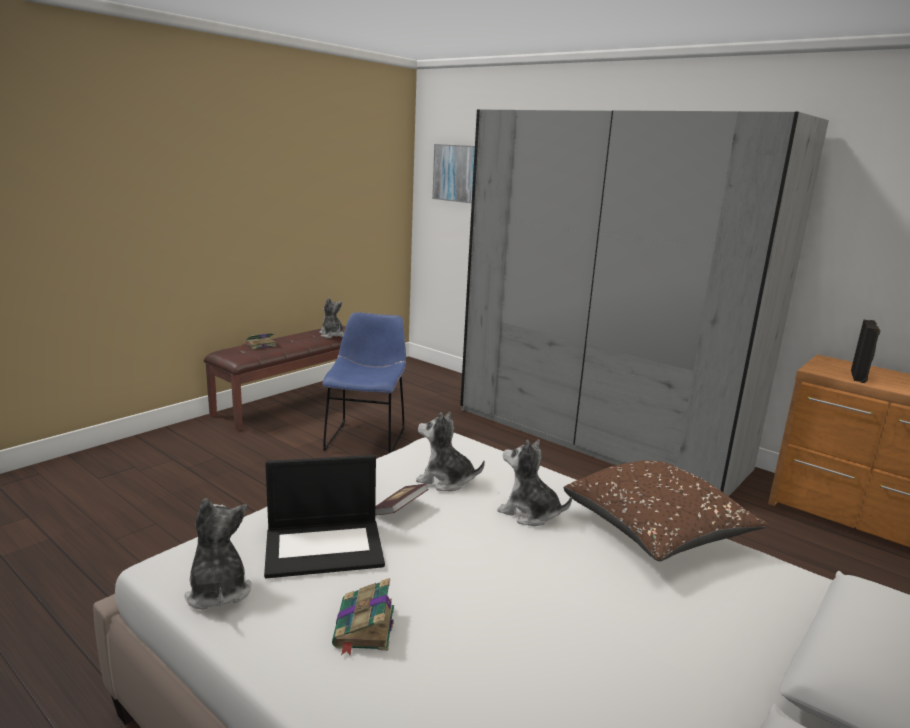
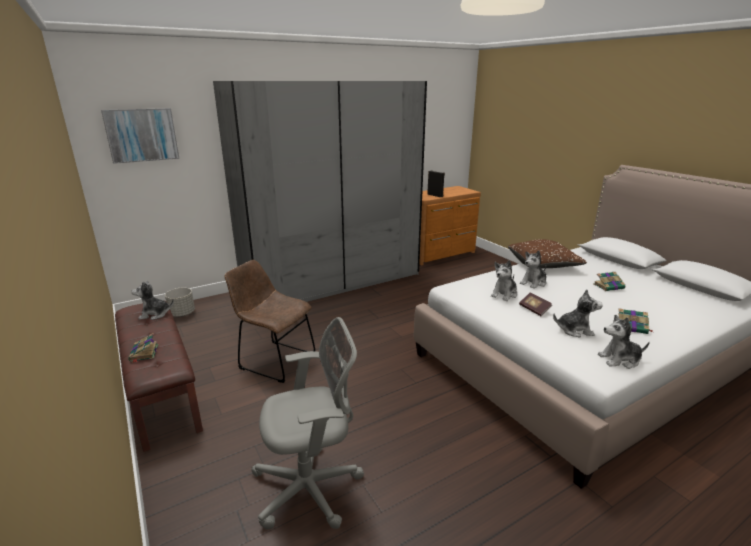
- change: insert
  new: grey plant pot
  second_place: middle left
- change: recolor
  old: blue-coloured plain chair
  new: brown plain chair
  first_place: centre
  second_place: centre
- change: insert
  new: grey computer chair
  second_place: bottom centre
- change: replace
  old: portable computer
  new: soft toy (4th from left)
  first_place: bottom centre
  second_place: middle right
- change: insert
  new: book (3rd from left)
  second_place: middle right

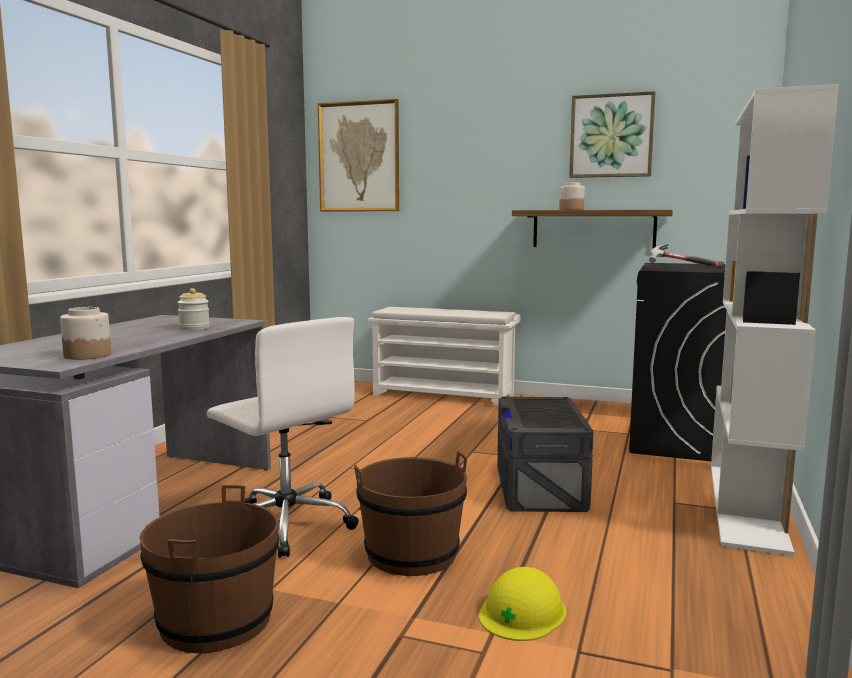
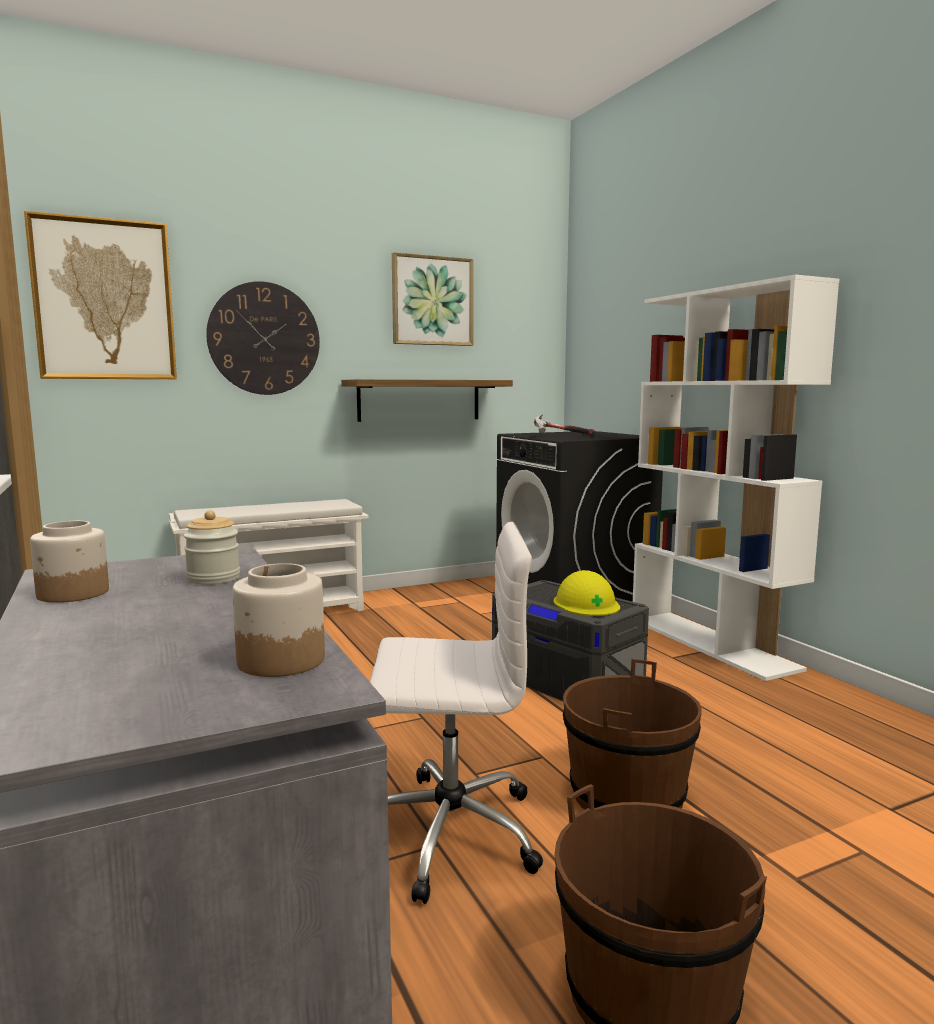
- change: move
  old: storage jar (3rd from left in the first image)
  new: storage jar (1st from left)
  first_place: top right
  second_place: middle left
- change: insert
  new: wall clock
  second_place: top left
- change: move
  old: yellowish hard hat
  first_place: bottom centre
  second_place: centre

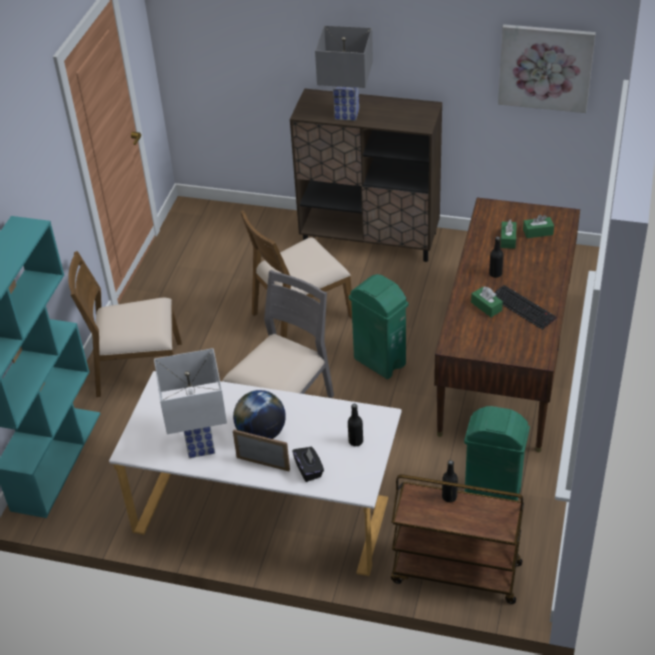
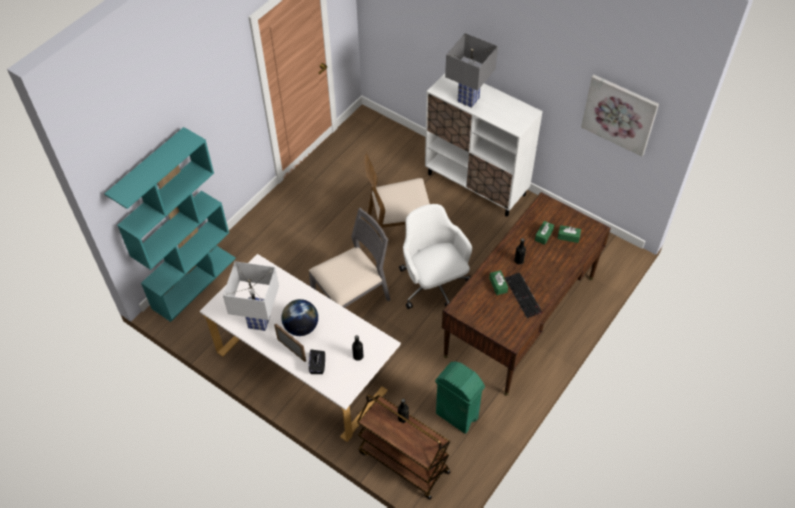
- change: replace
  old: green waste bin (1st from left)
  new: white-coloured computer chair
  first_place: centre
  second_place: centre
- change: recolor
  old: brown cabinet
  new: white-coloured cabinet
  first_place: top centre
  second_place: top centre
- change: delete
  old: brown plain chair (1st from left)
  first_place: middle left

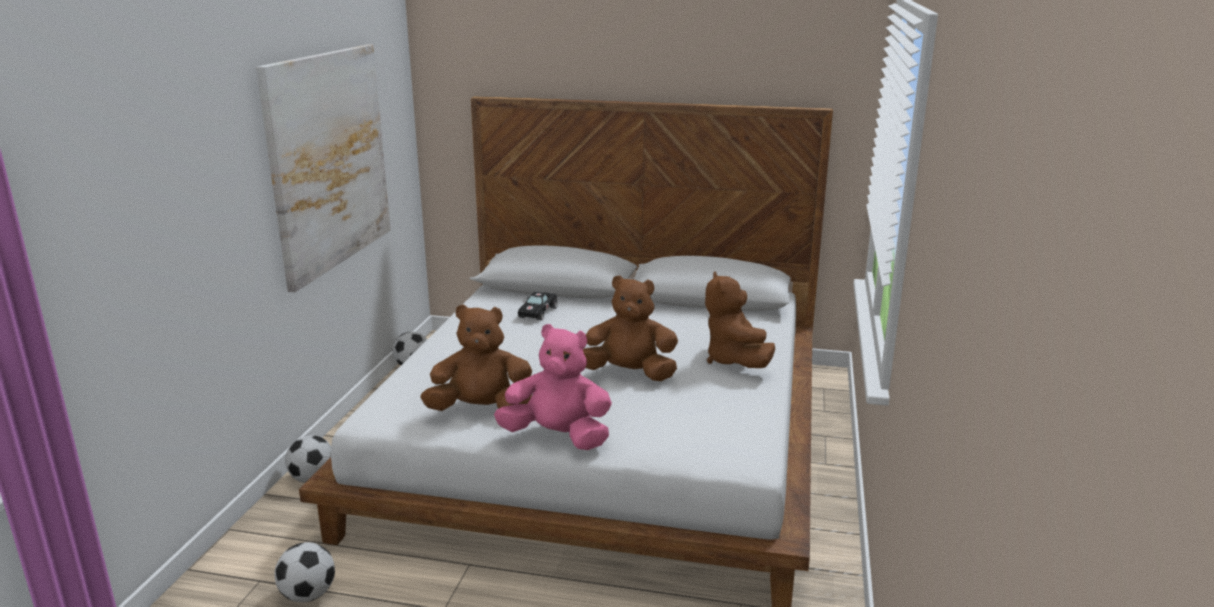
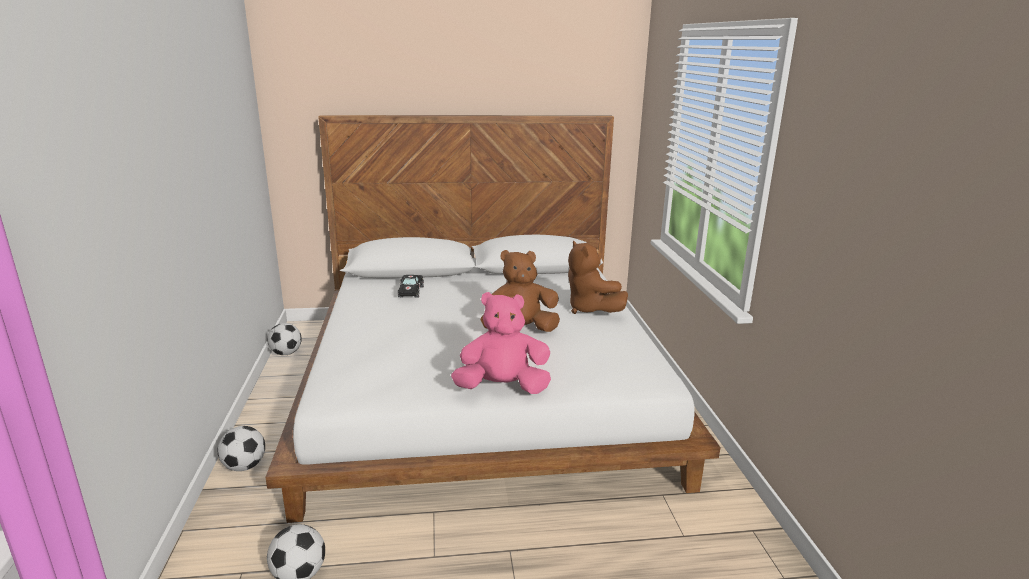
- change: delete
  old: picture
  first_place: top left
- change: delete
  old: brown soft toy (1st from left)
  first_place: centre

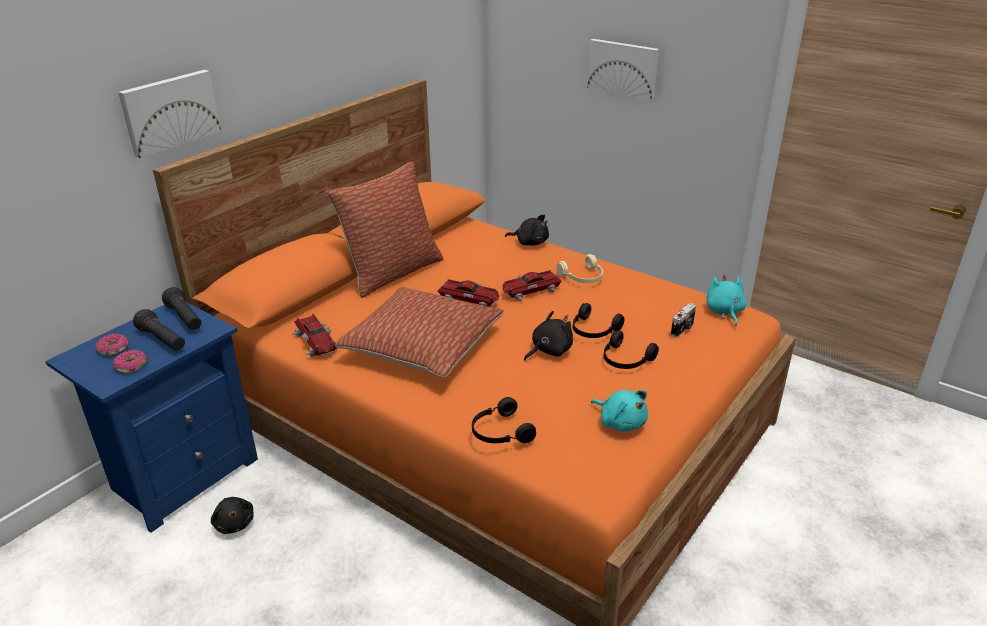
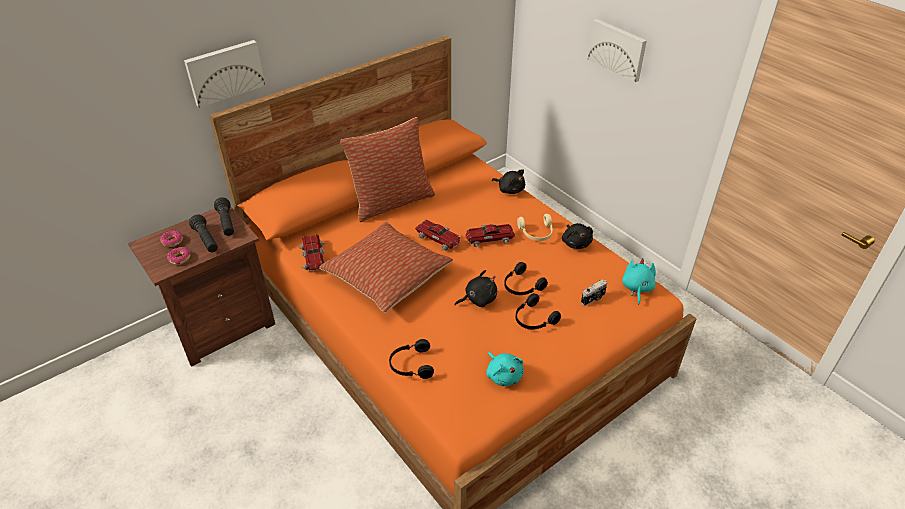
- change: recolor
  old: blue-coloured night table
  new: brown night table
  first_place: middle left
  second_place: middle left
- change: move
  old: blackish soft toy (1st from left in the first image)
  new: blackish soft toy (3rd from left)
  first_place: bottom left
  second_place: centre

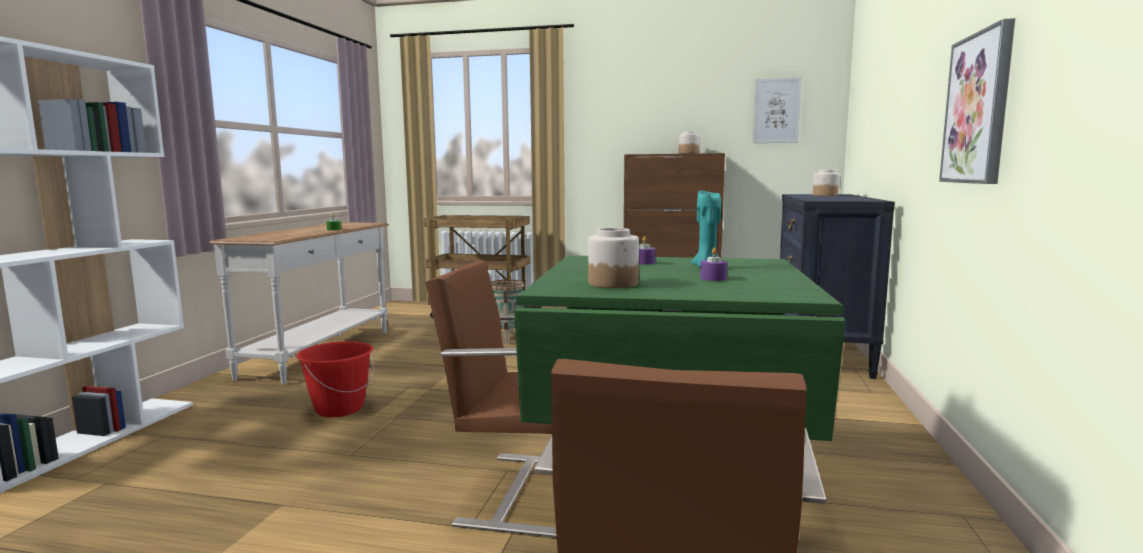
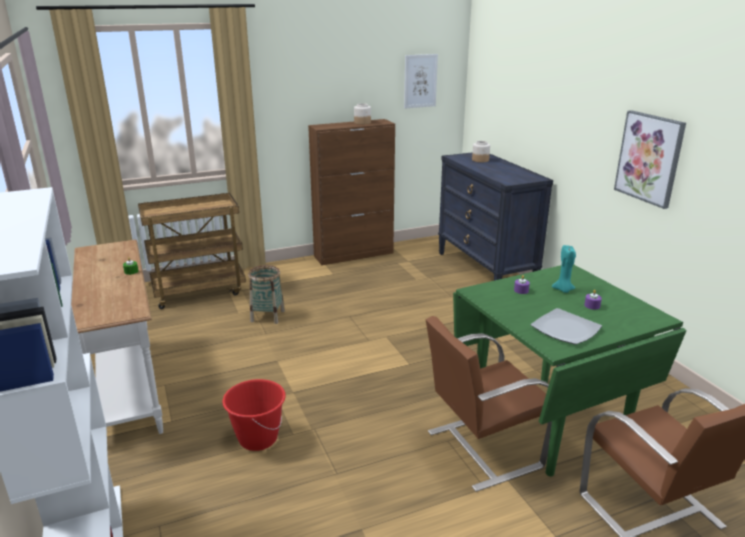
- change: replace
  old: storage jar (1st from left)
  new: flat dish
  first_place: centre
  second_place: middle right

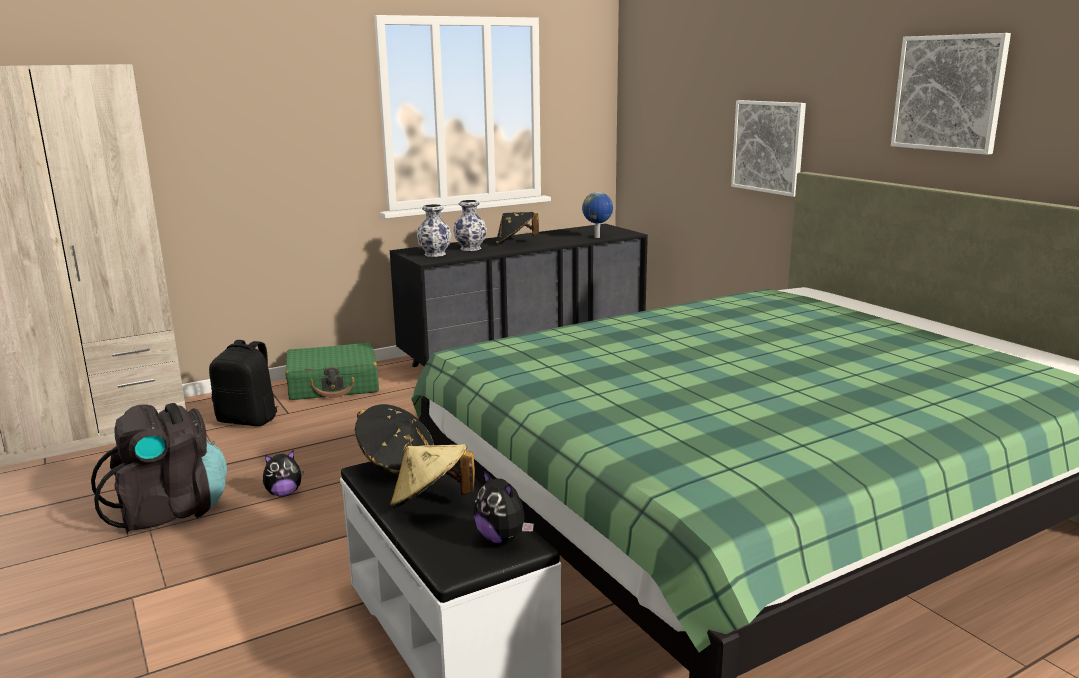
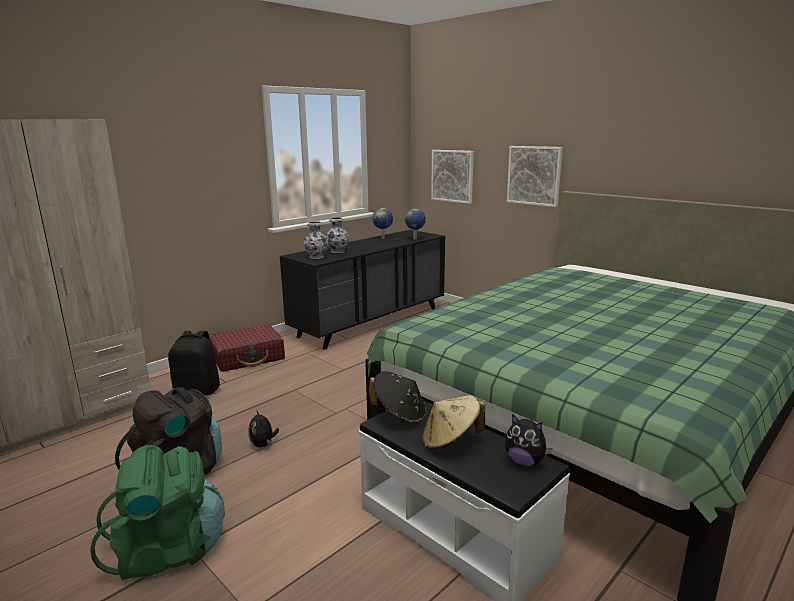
- change: insert
  new: green knapsack
  second_place: bottom left
- change: recolor
  old: green piece of luggage
  new: red-coloured piece of luggage
  first_place: middle left
  second_place: middle left
- change: rotate
  old: soft toy (1st from left)
  first_place: bottom left
  second_place: bottom left
  degrees: 105
- change: insert
  new: world globe (1st from left)
  second_place: centre
- change: move
  old: picture (2nd from left in the first image)
  new: picture (1st from left)
  first_place: top right
  second_place: top centre
- change: delete
  old: blackish clothing hat (2nd from left)
  first_place: centre

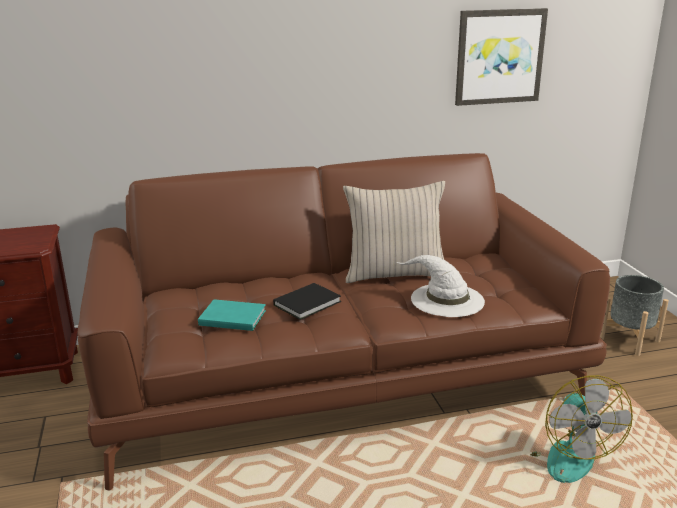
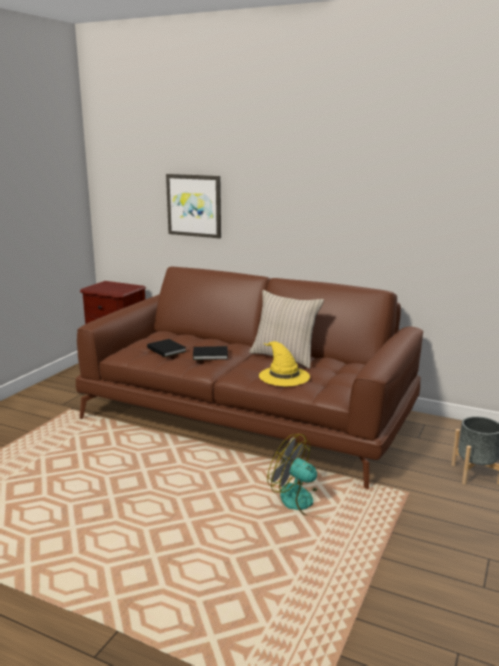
- change: recolor
  old: turquoise book
  new: blackish book (1st from left)
  first_place: centre
  second_place: middle left
- change: move
  old: picture
  first_place: top right
  second_place: top centre
- change: recolor
  old: white-coloured clothing hat
  new: yellowish clothing hat
  first_place: centre
  second_place: centre
- change: rotate
  old: electric fan
  first_place: bottom right
  second_place: bottom centre
  degrees: 90

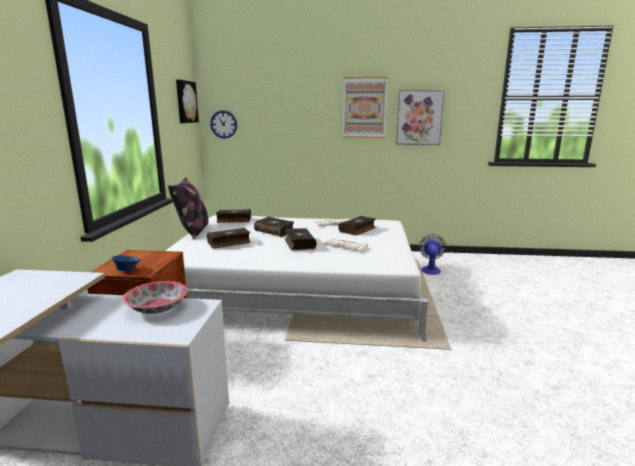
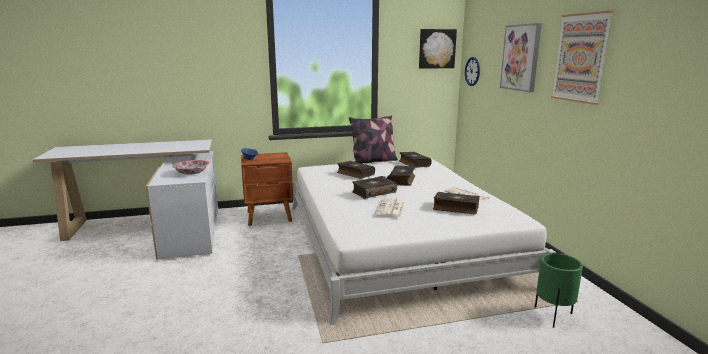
- change: move
  old: picture (3rd from left in the first image)
  new: picture (2nd from left)
  first_place: top centre
  second_place: top right
- change: replace
  old: electric fan
  new: green plant pot
  first_place: middle right
  second_place: bottom right

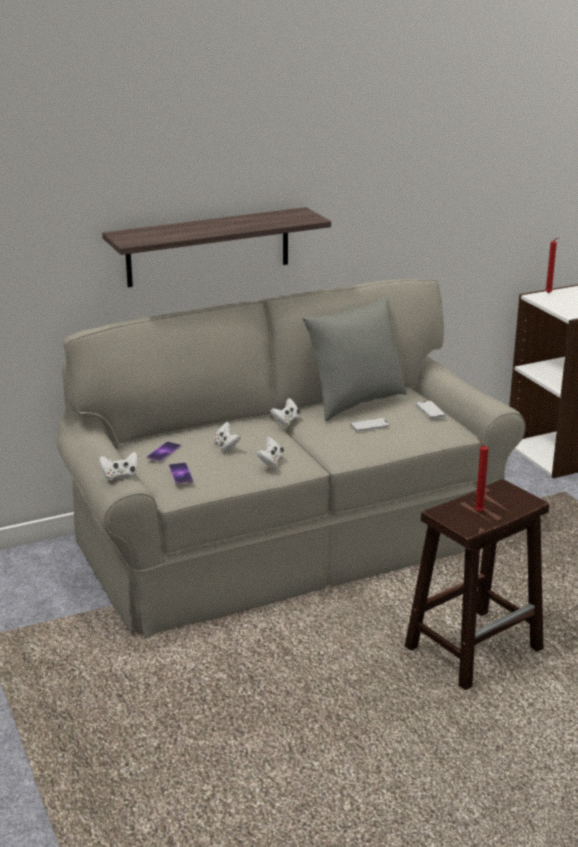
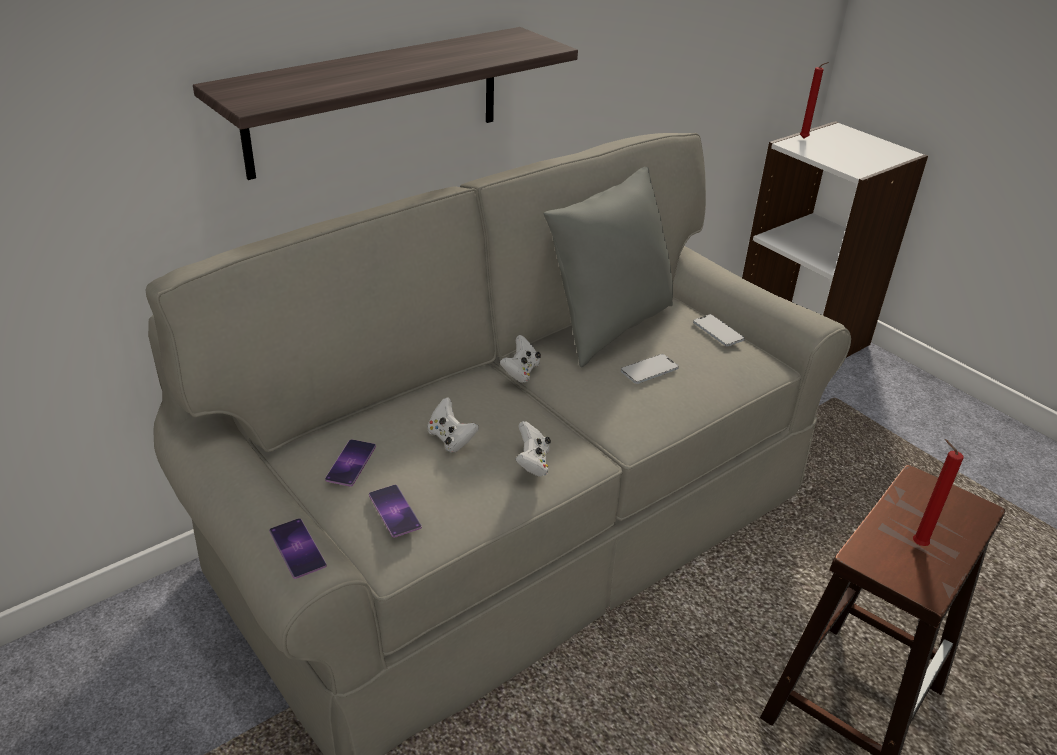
- change: replace
  old: white-coloured gamepad (1st from left)
  new: handset (1st from left)
  first_place: middle left
  second_place: bottom left

